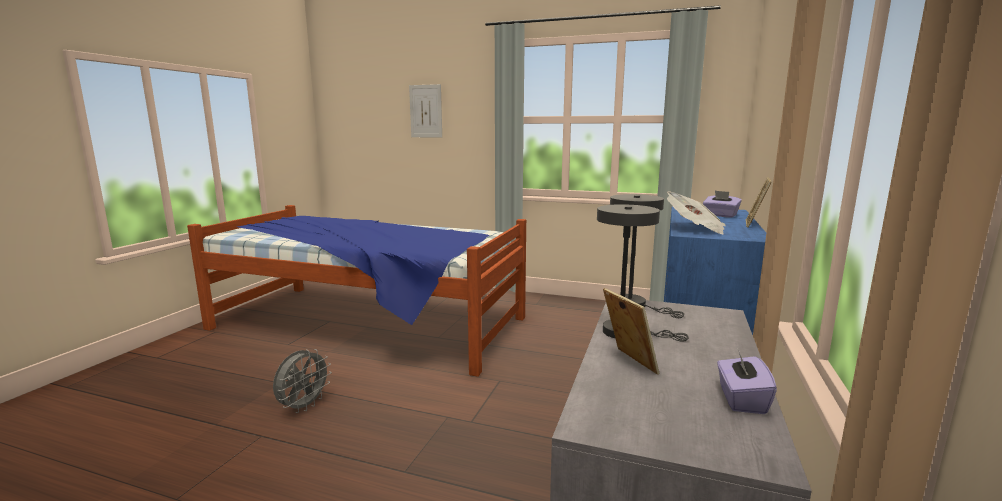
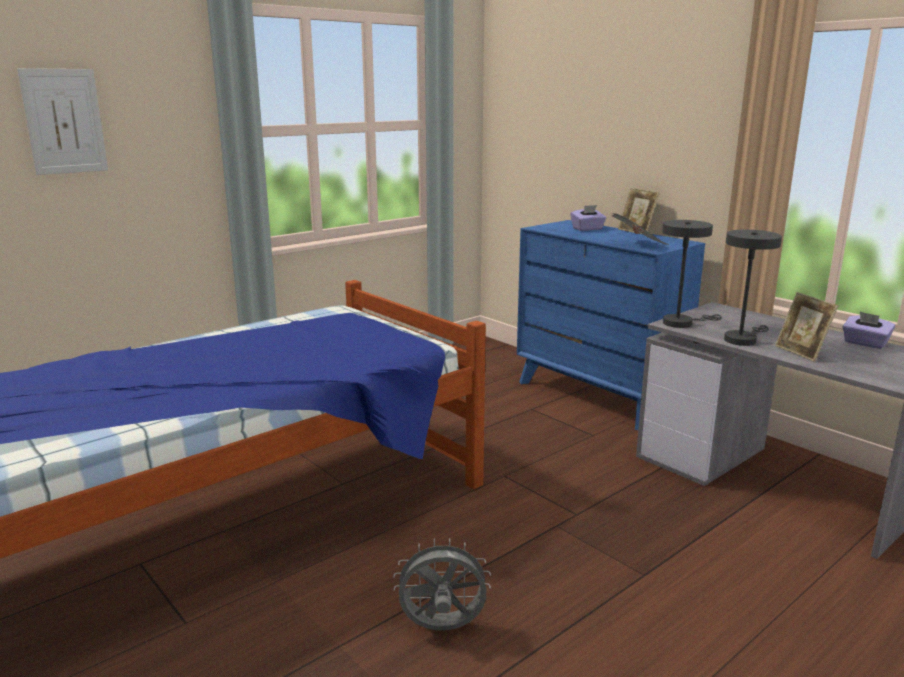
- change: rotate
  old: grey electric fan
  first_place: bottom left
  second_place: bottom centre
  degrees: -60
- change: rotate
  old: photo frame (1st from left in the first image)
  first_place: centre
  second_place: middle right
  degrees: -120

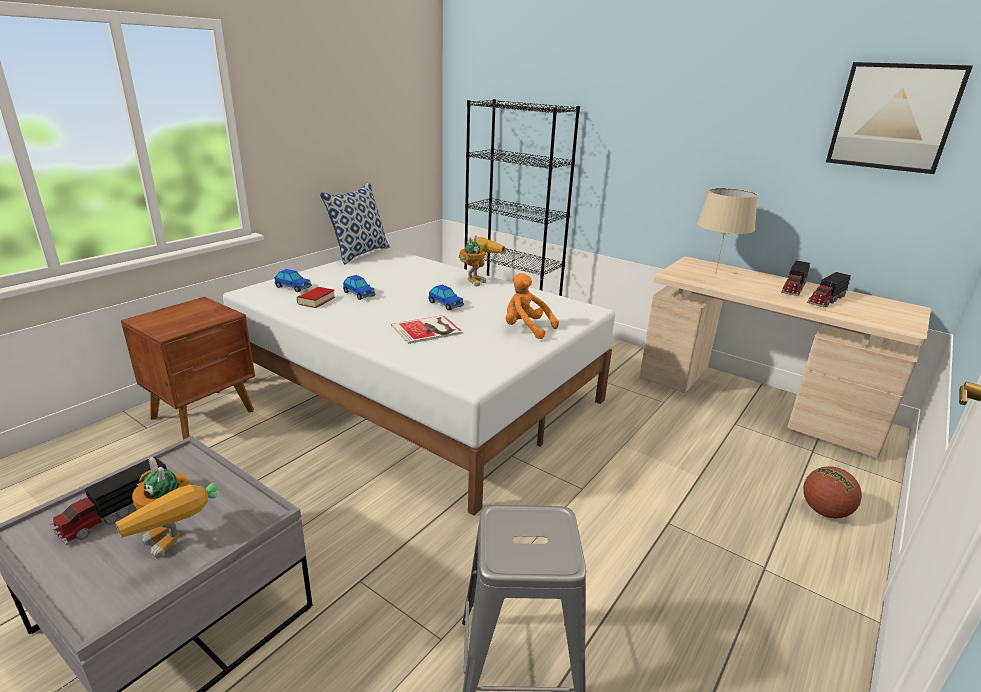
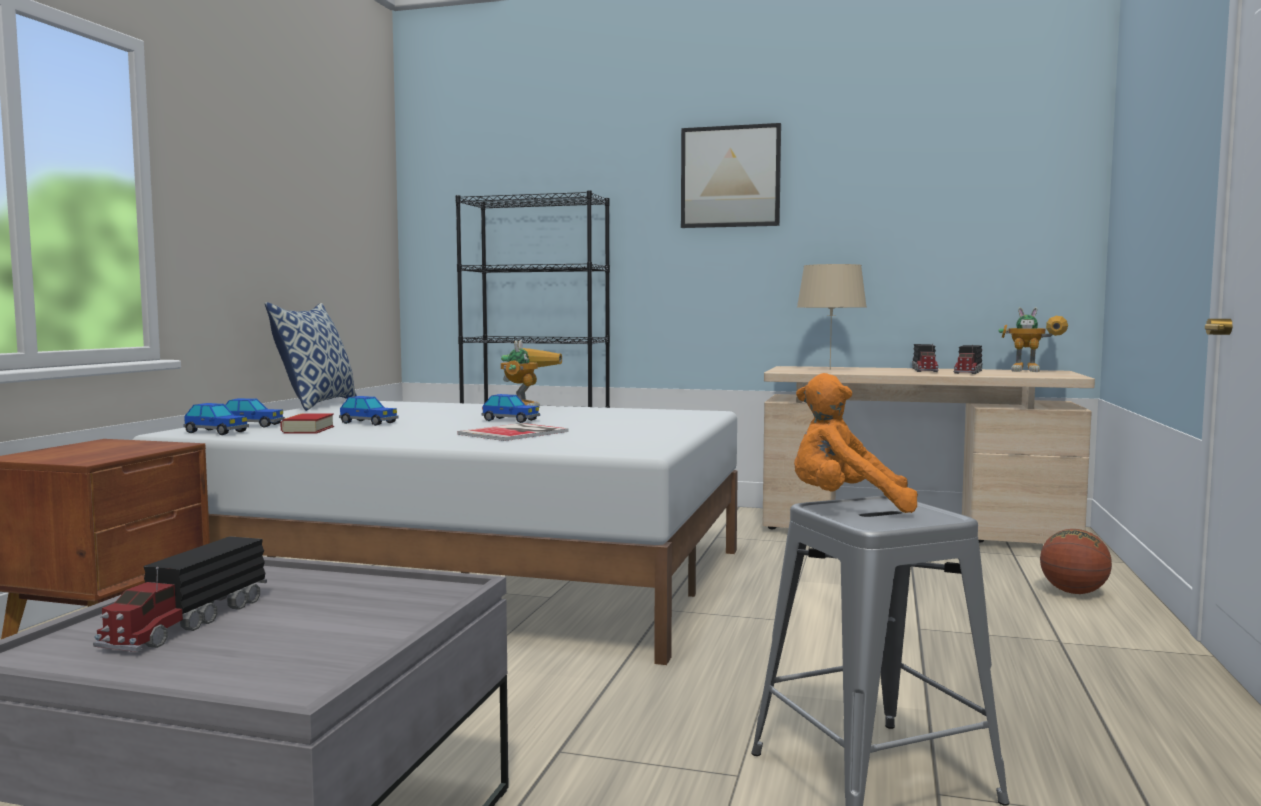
- change: insert
  new: miniature car (1st from left)
  second_place: middle left
- change: move
  old: picture
  first_place: top right
  second_place: top centre
- change: move
  old: orangey soft toy
  first_place: centre
  second_place: middle right
- change: move
  old: model robot (1st from left in the first image)
  new: model robot (2nd from left)
  first_place: bottom left
  second_place: middle right

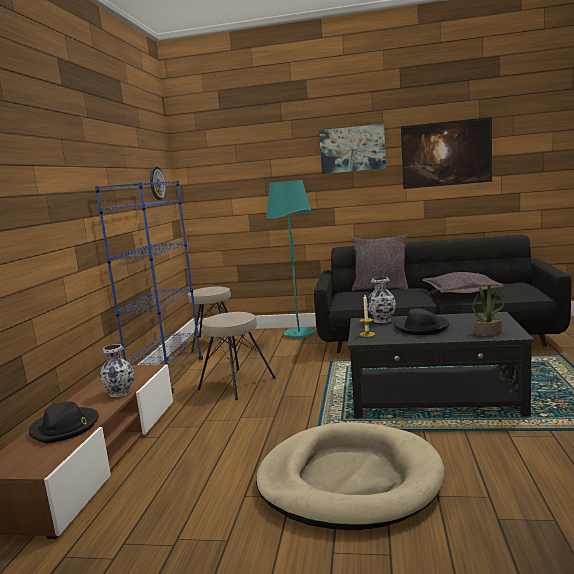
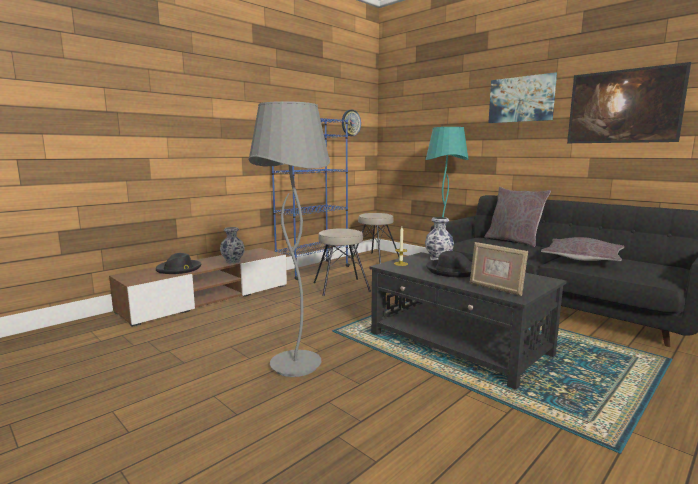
- change: replace
  old: beige-coloured dog bed
  new: grey standard lamp
  first_place: bottom centre
  second_place: centre
- change: replace
  old: houseplant
  new: photo frame
  first_place: middle right
  second_place: middle right

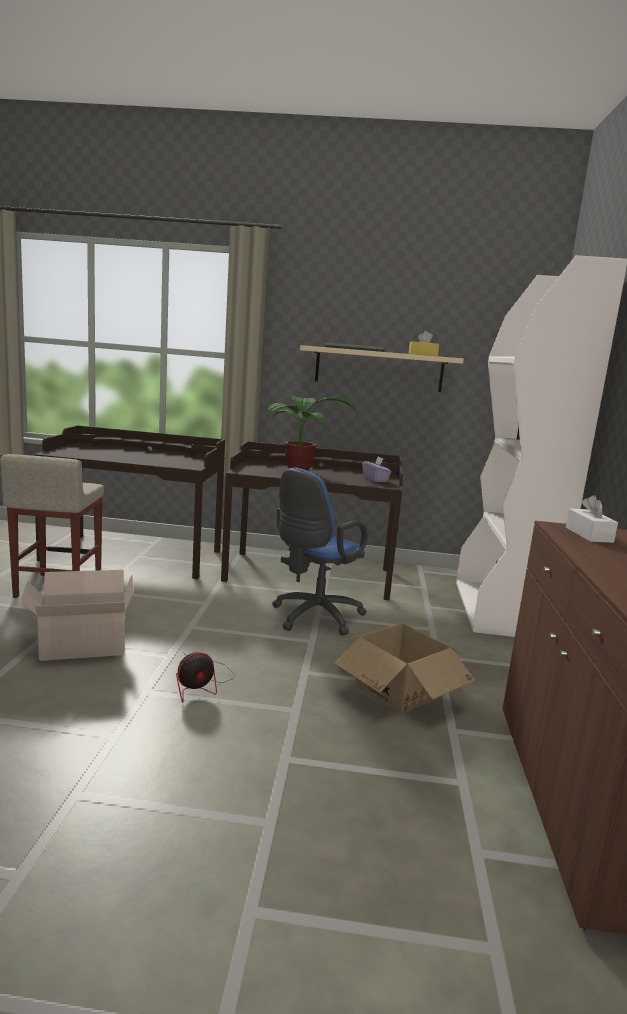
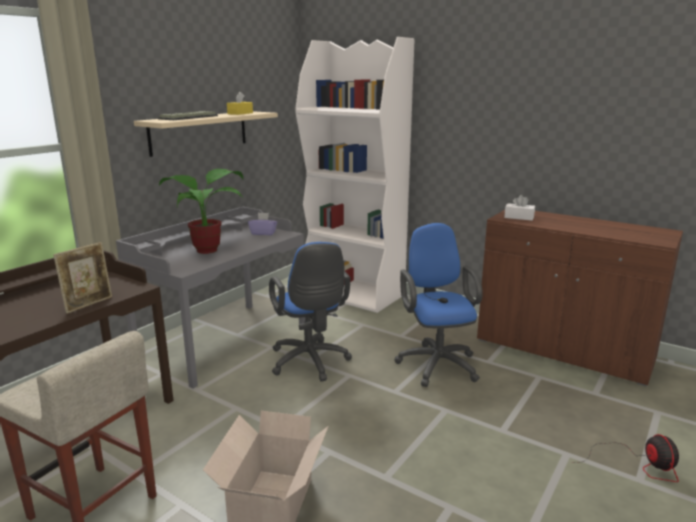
- change: insert
  new: photo frame
  second_place: middle left
- change: recolor
  old: brown desk table (2nd from left)
  new: grey desk table
  first_place: centre
  second_place: middle left
- change: replace
  old: carton (2nd from left)
  new: blue-coloured computer chair (2nd from left)
  first_place: centre
  second_place: centre
- change: move
  old: electric fan
  first_place: bottom left
  second_place: bottom right

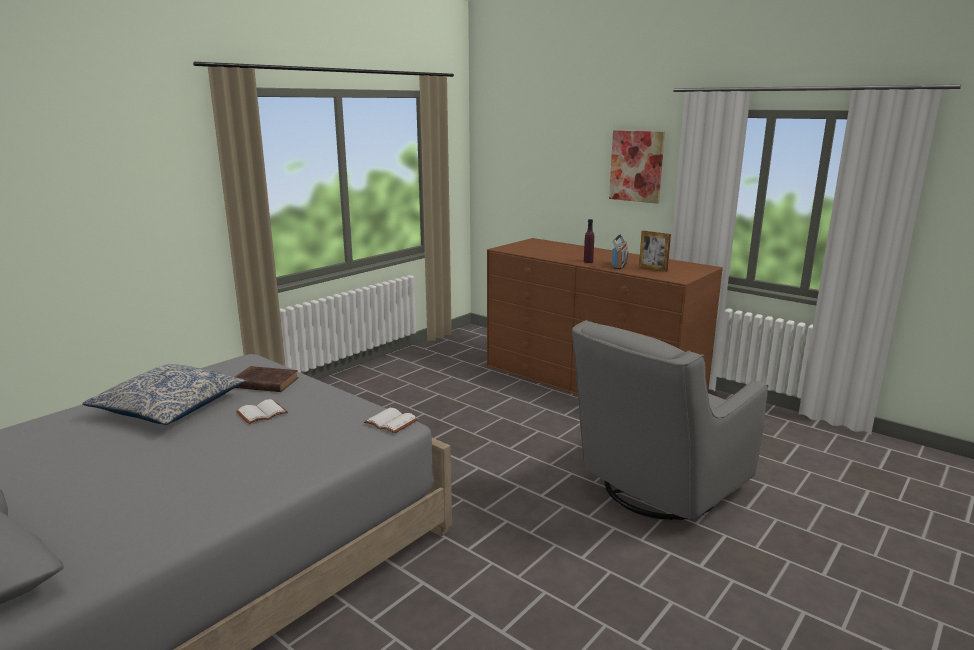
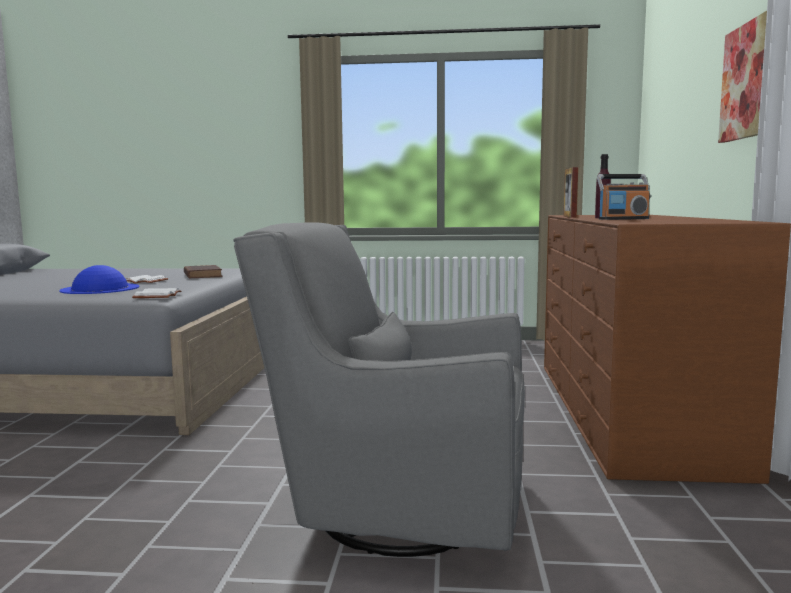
- change: insert
  new: blue-coloured clothing hat
  second_place: middle left
- change: move
  old: photo frame
  first_place: middle right
  second_place: top right
- change: delete
  old: cushion
  first_place: middle left

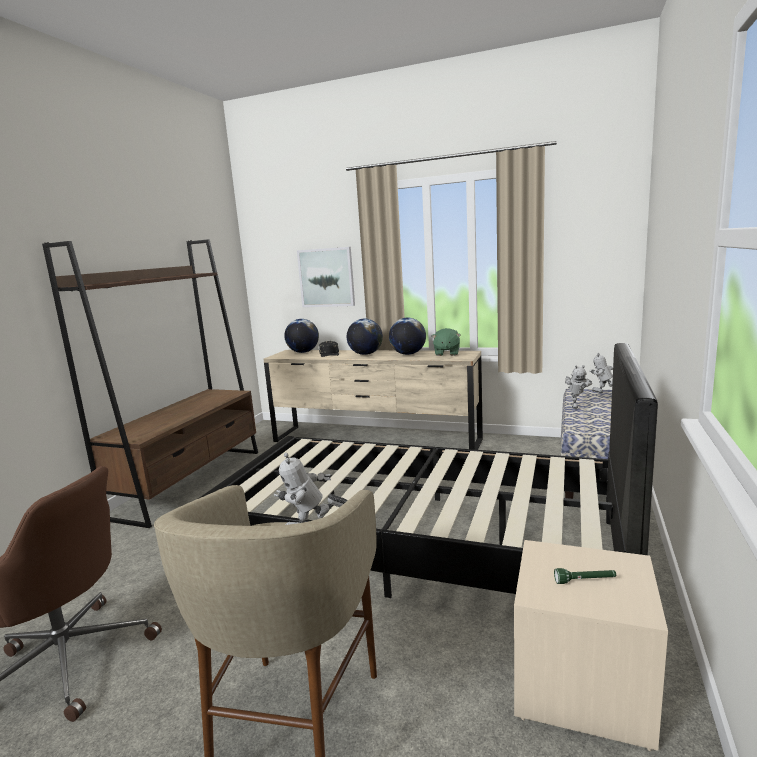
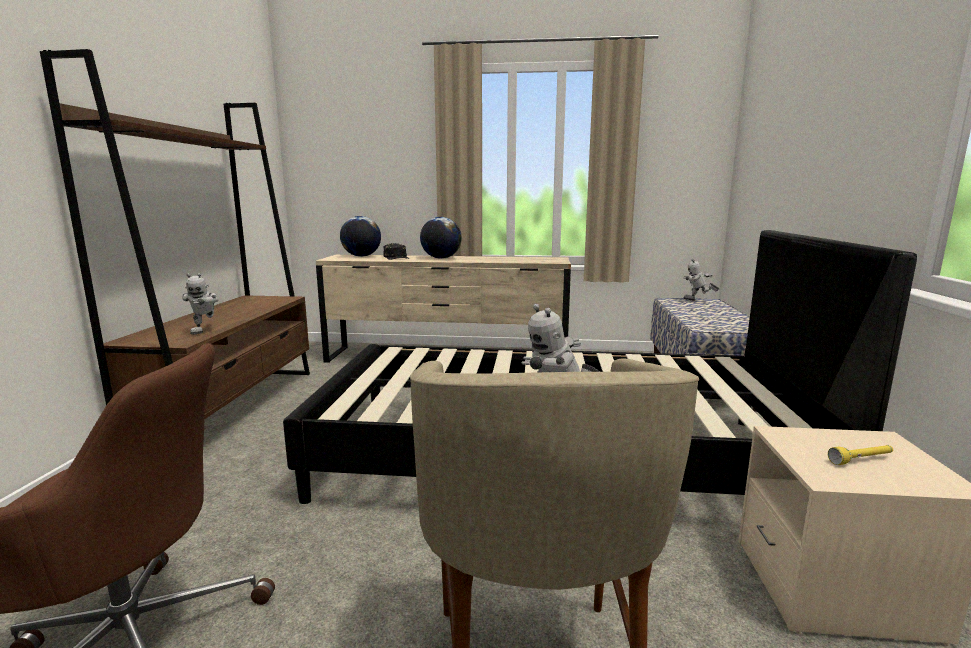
- change: move
  old: model robot (2nd from left in the first image)
  new: model robot (1st from left)
  first_place: middle right
  second_place: middle left
- change: recolor
  old: green hand torch
  new: yellowish hand torch
  first_place: bottom right
  second_place: bottom right
- change: delete
  old: picture
  first_place: centre
- change: delete
  old: world globe (3rd from left)
  first_place: centre
- change: delete
  old: green soft toy
  first_place: centre

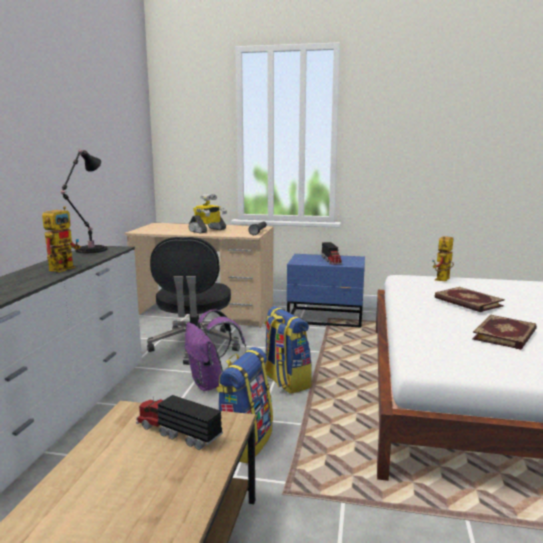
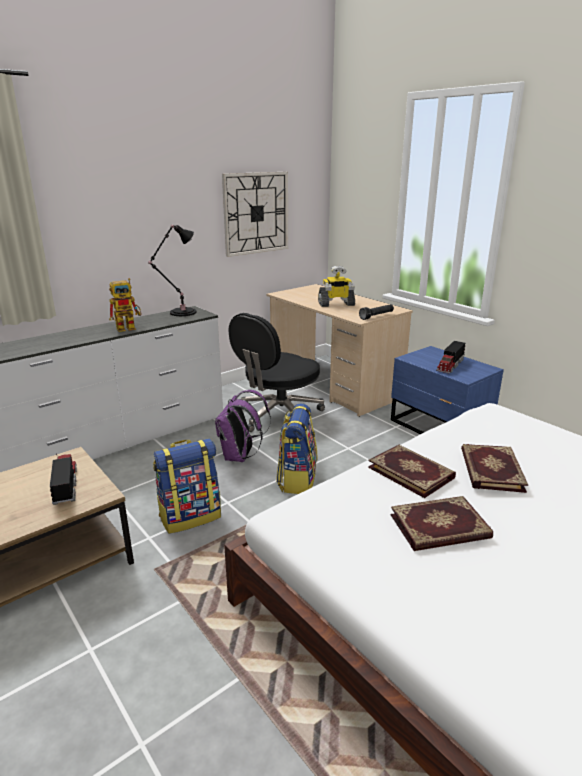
- change: insert
  new: wall clock
  second_place: top centre
- change: insert
  new: book (1st from left)
  second_place: middle right
- change: delete
  old: model robot (3rd from left)
  first_place: middle right

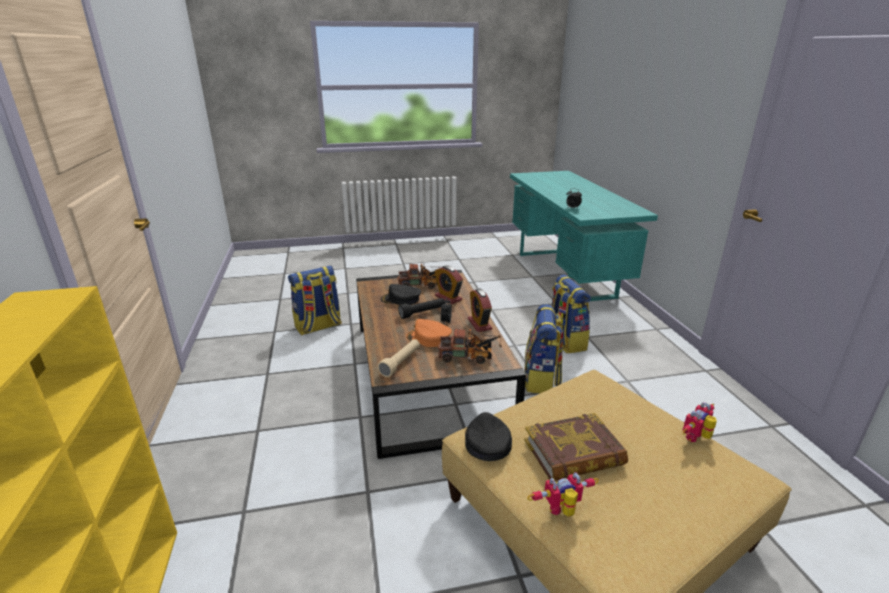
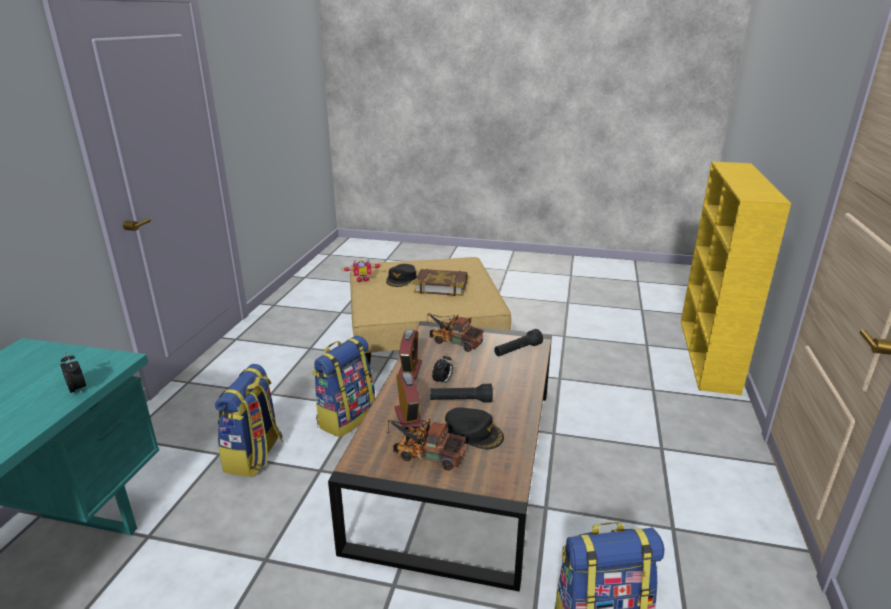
- change: move
  old: blackish baseball cap (2nd from left in the first image)
  new: blackish baseball cap (1st from left)
  first_place: bottom centre
  second_place: centre
- change: recolor
  old: beige-coloured hand torch
  new: blackish hand torch (2nd from left)
  first_place: centre
  second_place: centre
- change: delete
  old: orangey baseball cap
  first_place: centre
- change: delete
  old: model robot (1st from left)
  first_place: bottom centre

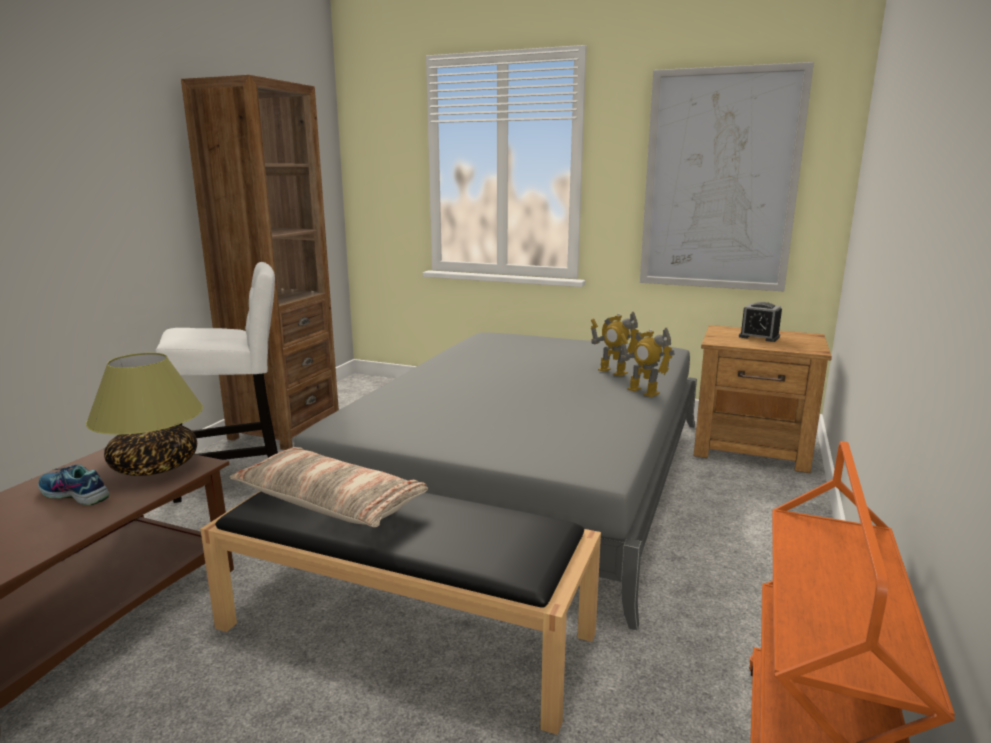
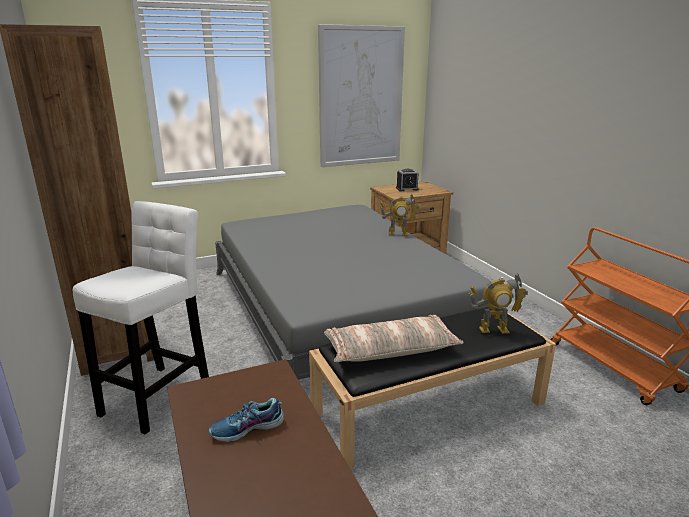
- change: move
  old: model robot (1st from left in the first image)
  new: model robot (2nd from left)
  first_place: centre
  second_place: middle right
- change: delete
  old: lamp for a table
  first_place: middle left

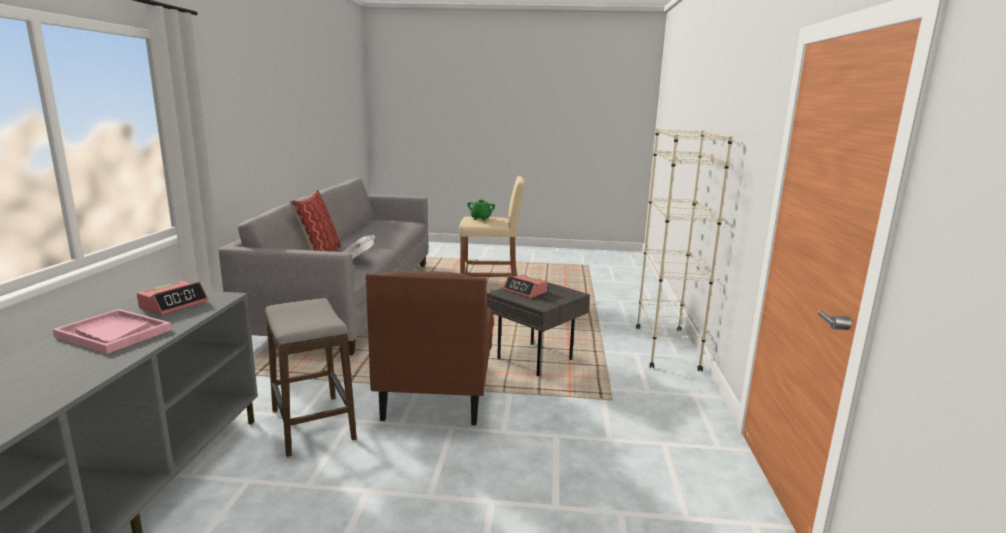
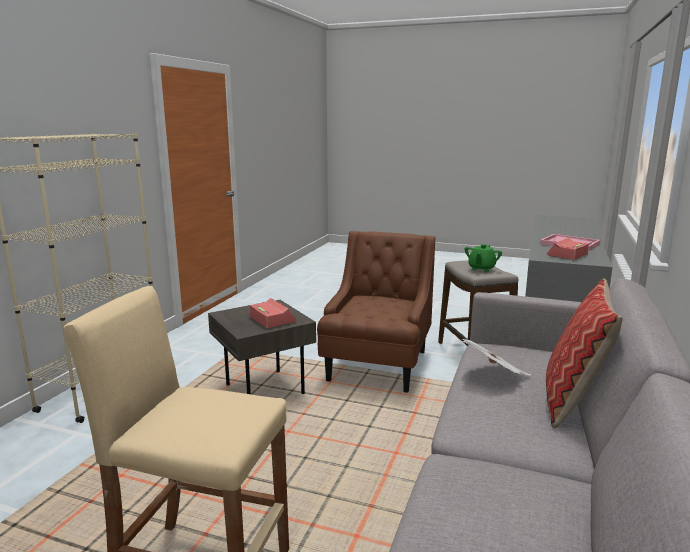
- change: move
  old: green tea pot
  first_place: centre
  second_place: middle right

